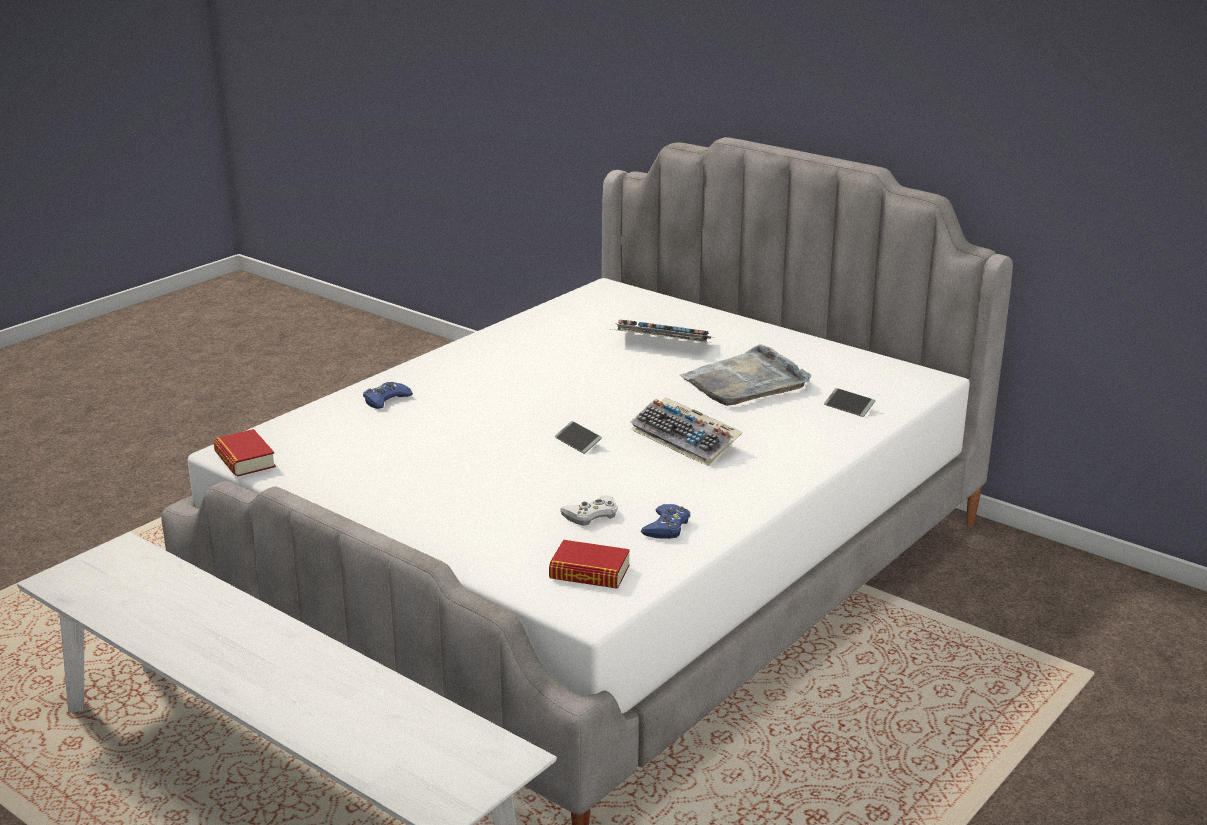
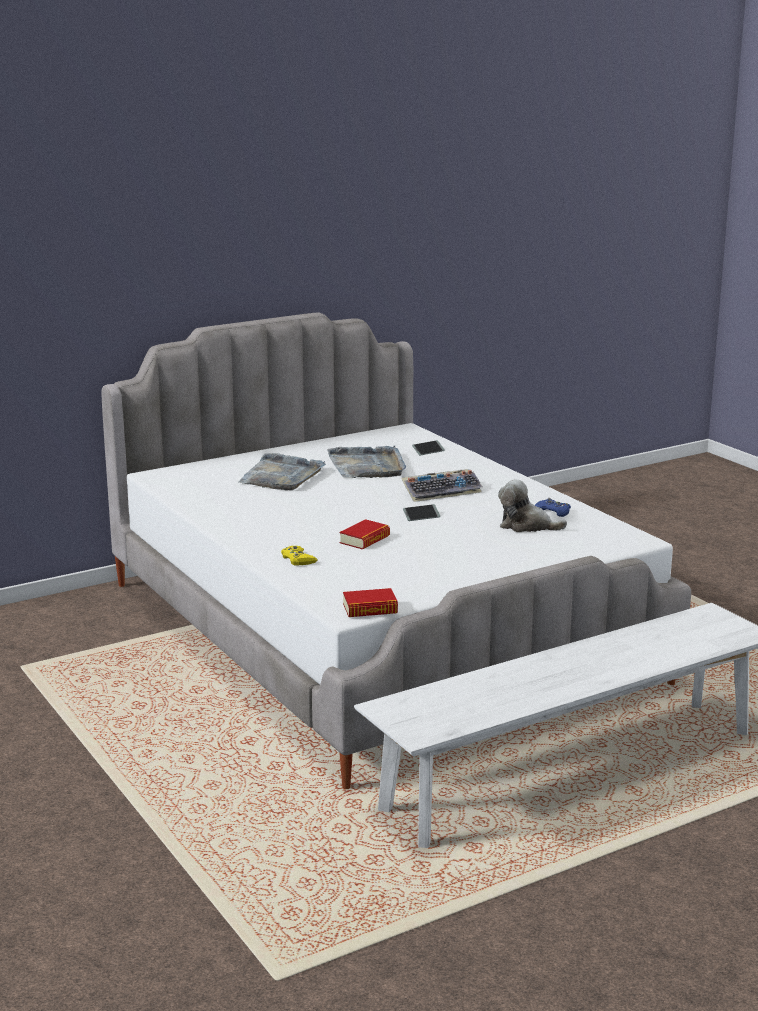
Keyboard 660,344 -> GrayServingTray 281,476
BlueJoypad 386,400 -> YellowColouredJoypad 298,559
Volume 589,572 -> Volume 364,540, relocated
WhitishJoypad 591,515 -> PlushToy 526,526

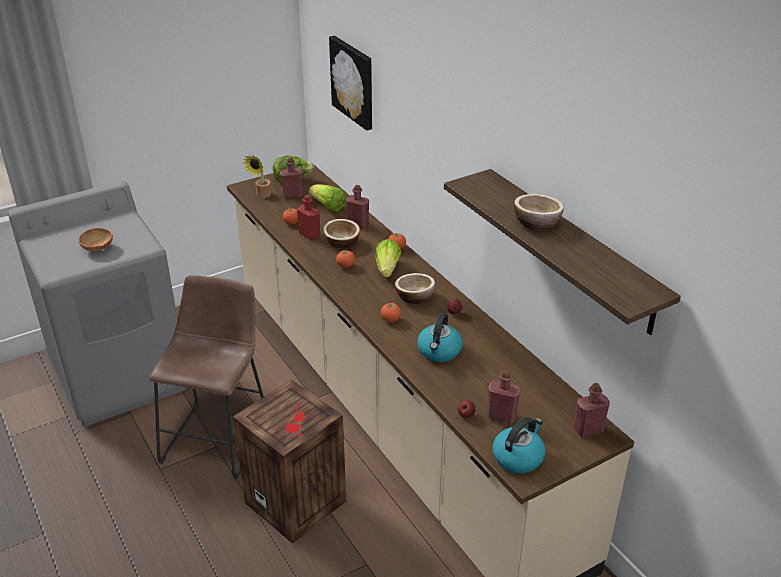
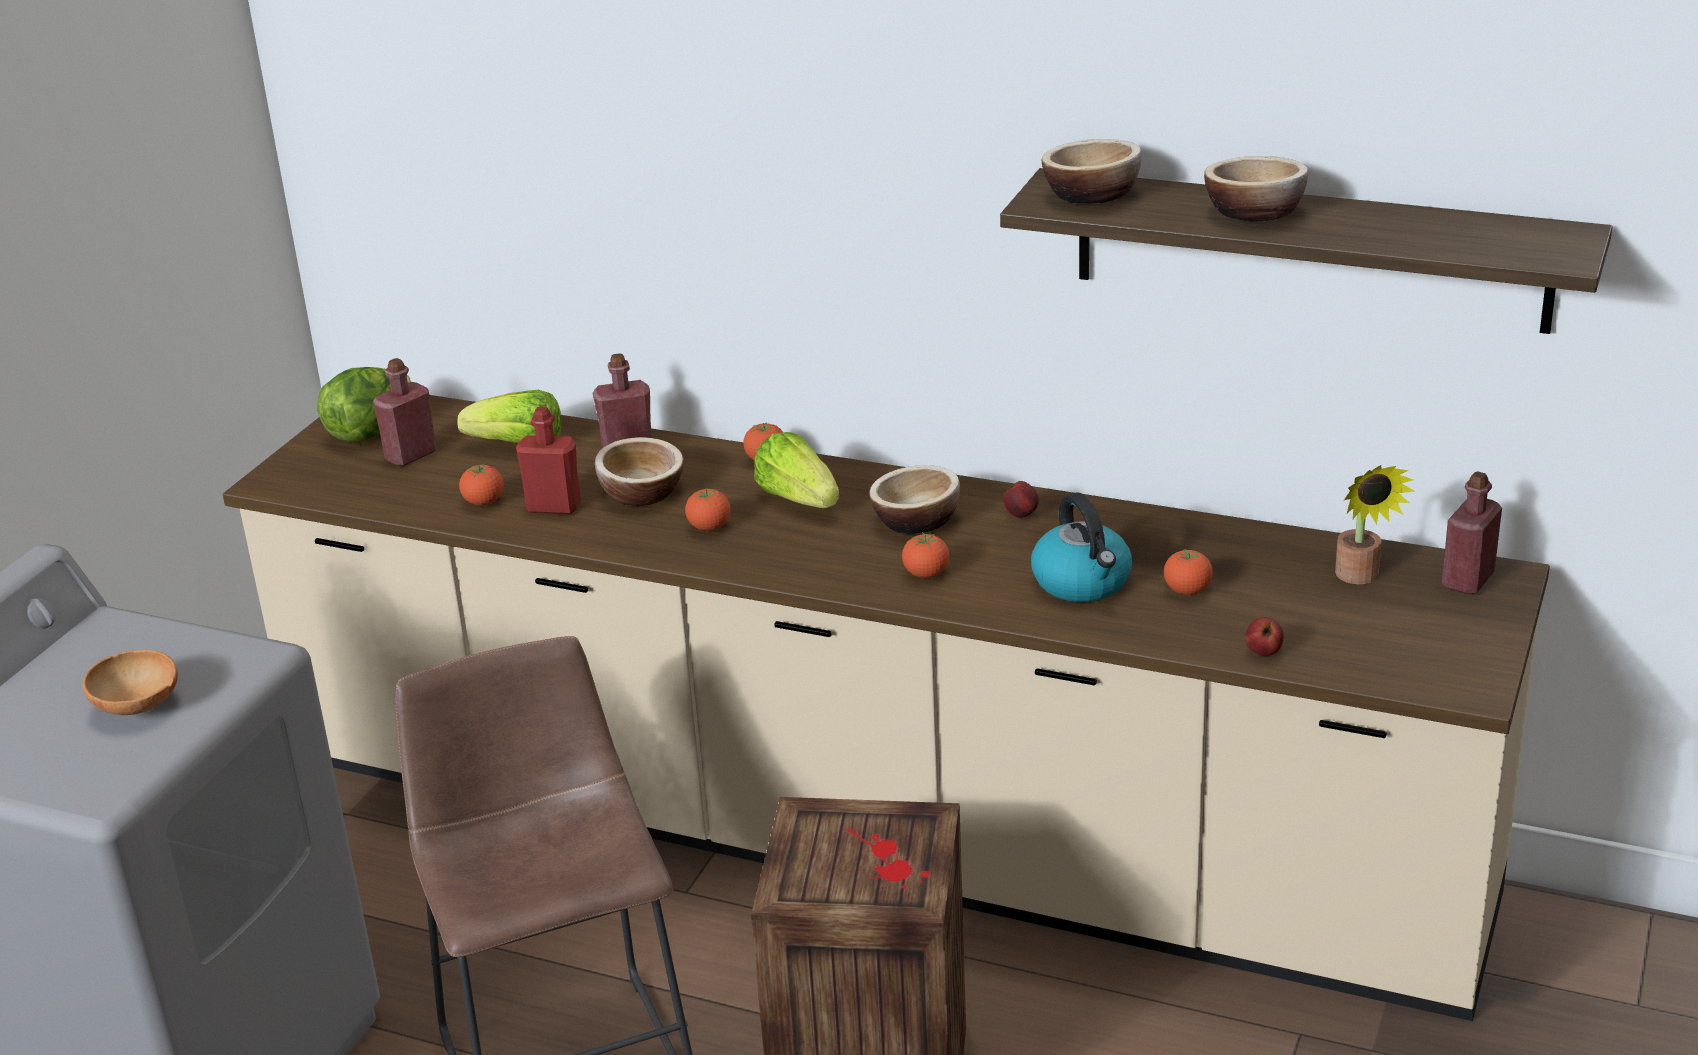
none -> ServingBowl 1092,195
none -> Tomato 1187,591
PottedPlant 262,195 -> PottedPlant 1360,578, relocated
WallArt 354,82 -> none
ReddishBeverageBottle 501,416 -> none
WaterKettle 518,457 -> none

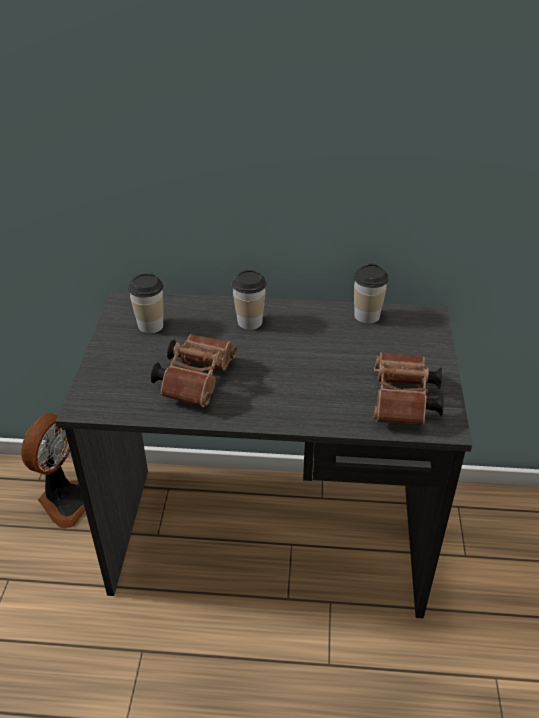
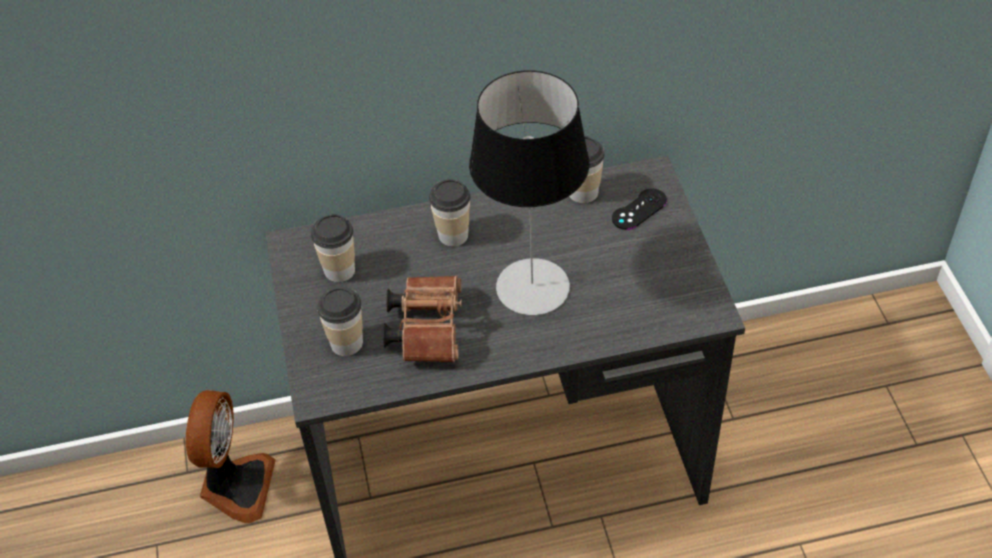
none -> SmallCup 346,343
none -> LampForATable 532,287
none -> BlackJoypad 639,209
BrownishFieldGlasses 403,403 -> none

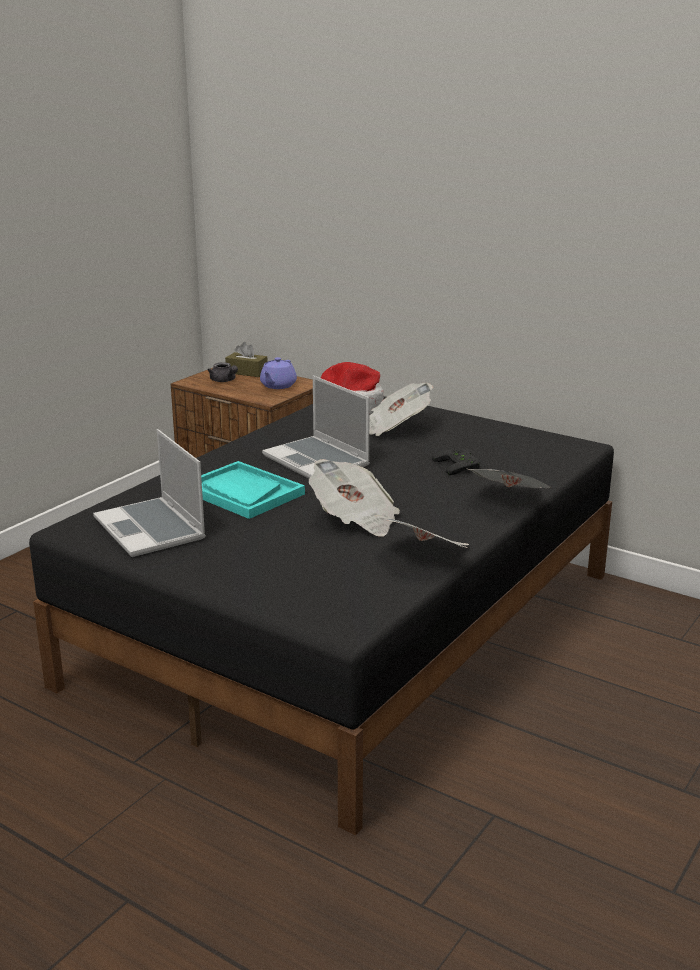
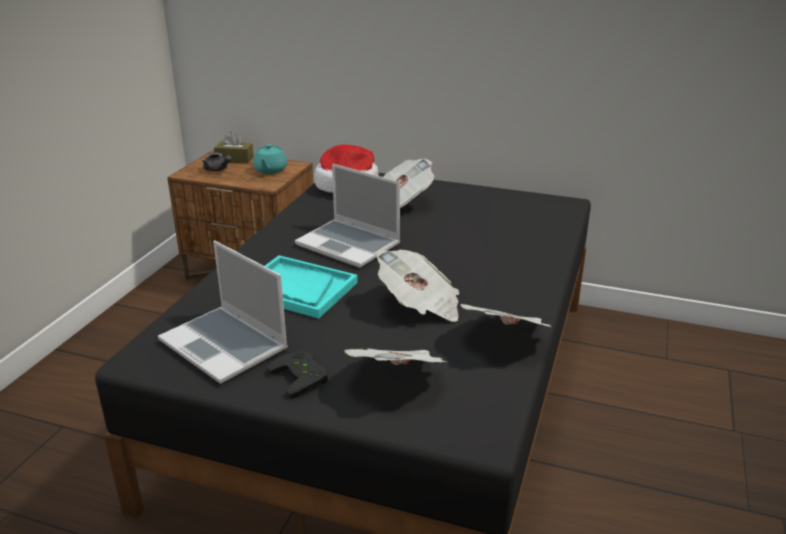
PurpleTeaPot 277,386 -> BlueGreenTeaPot 270,170
BlackJoypad 459,465 -> BlackJoypad 302,376, relocated
DailyPaper 509,501 -> DailyPaper 398,377, relocated

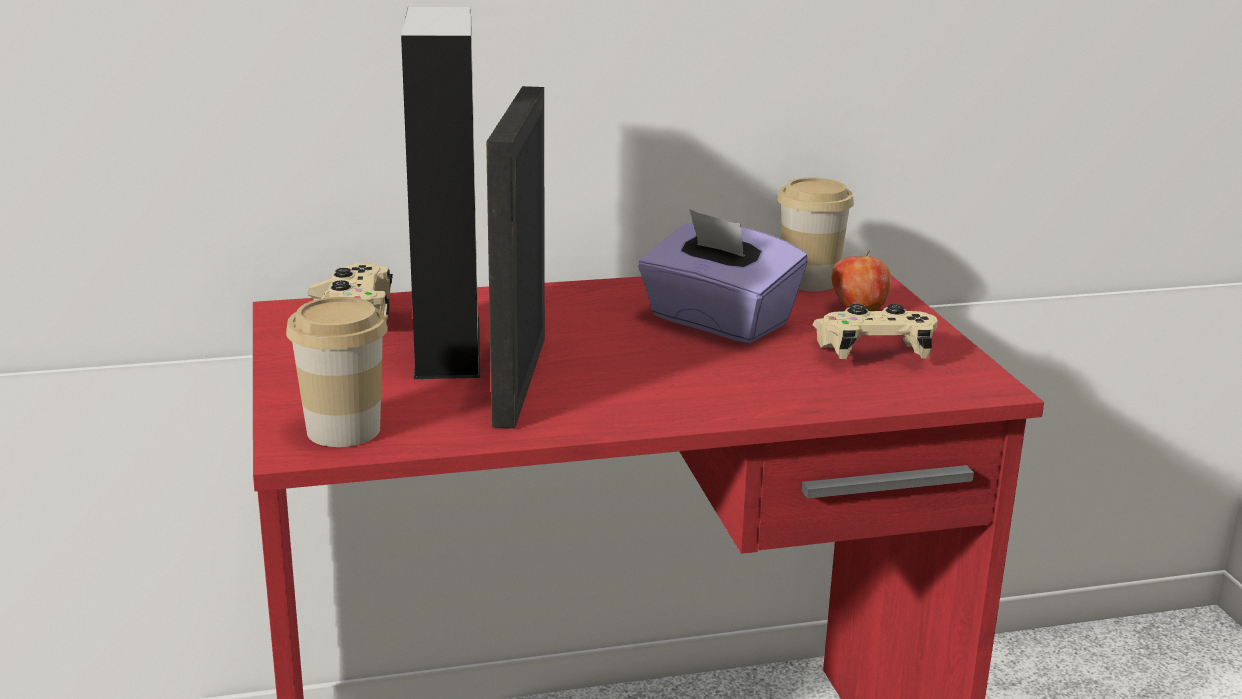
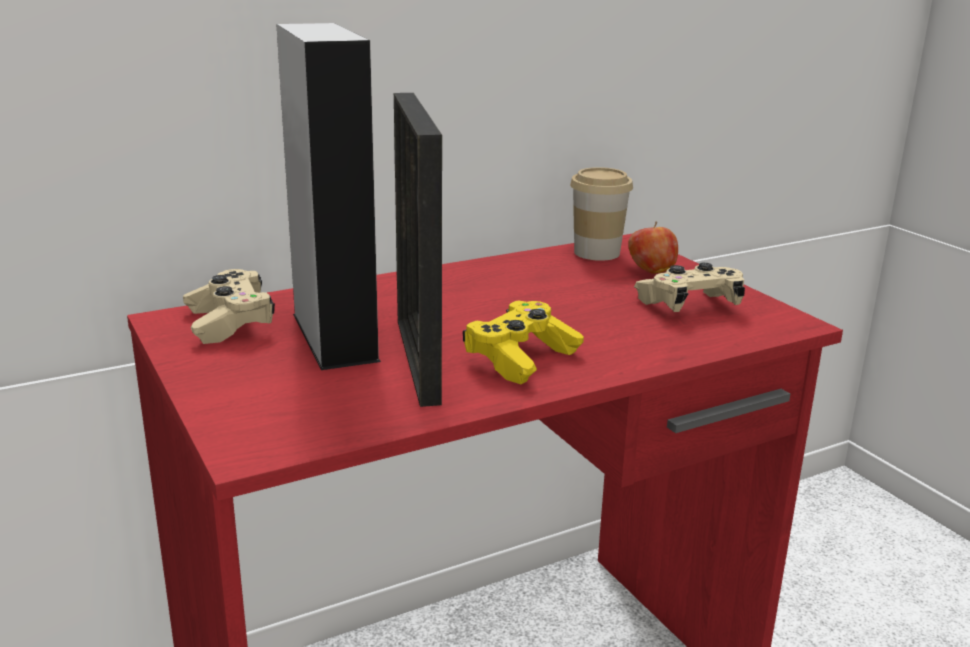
none -> YellowColouredJoypad 521,359
SmallCup 343,430 -> none
PurpleTissueHolder 718,322 -> none

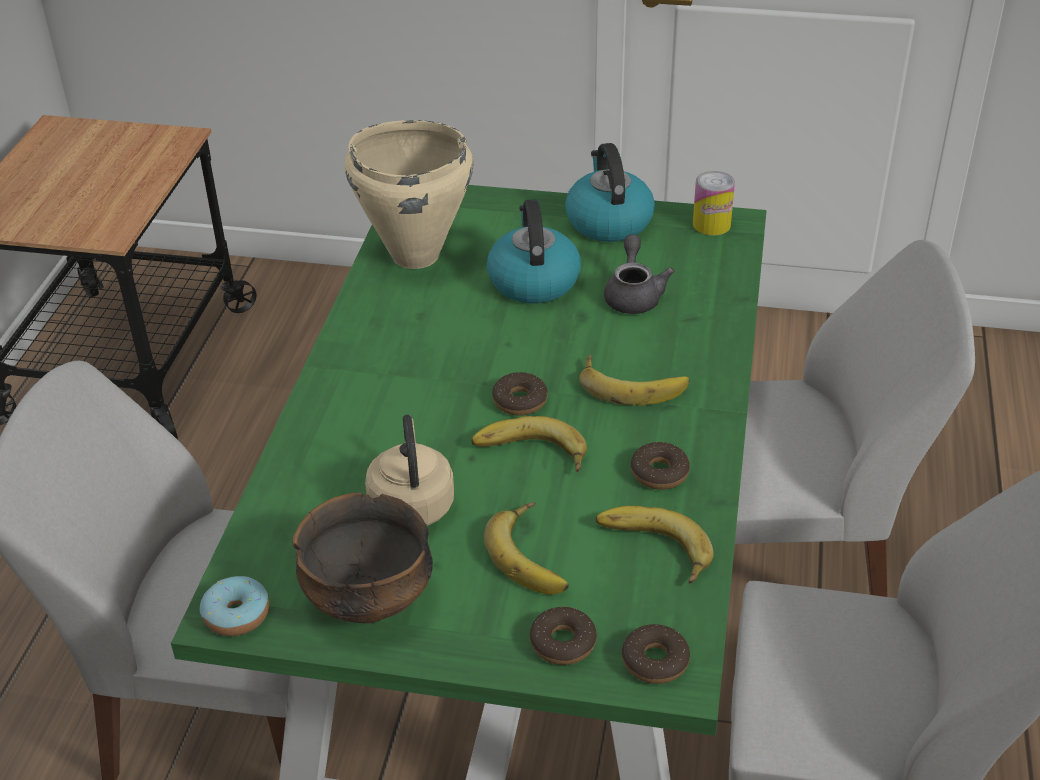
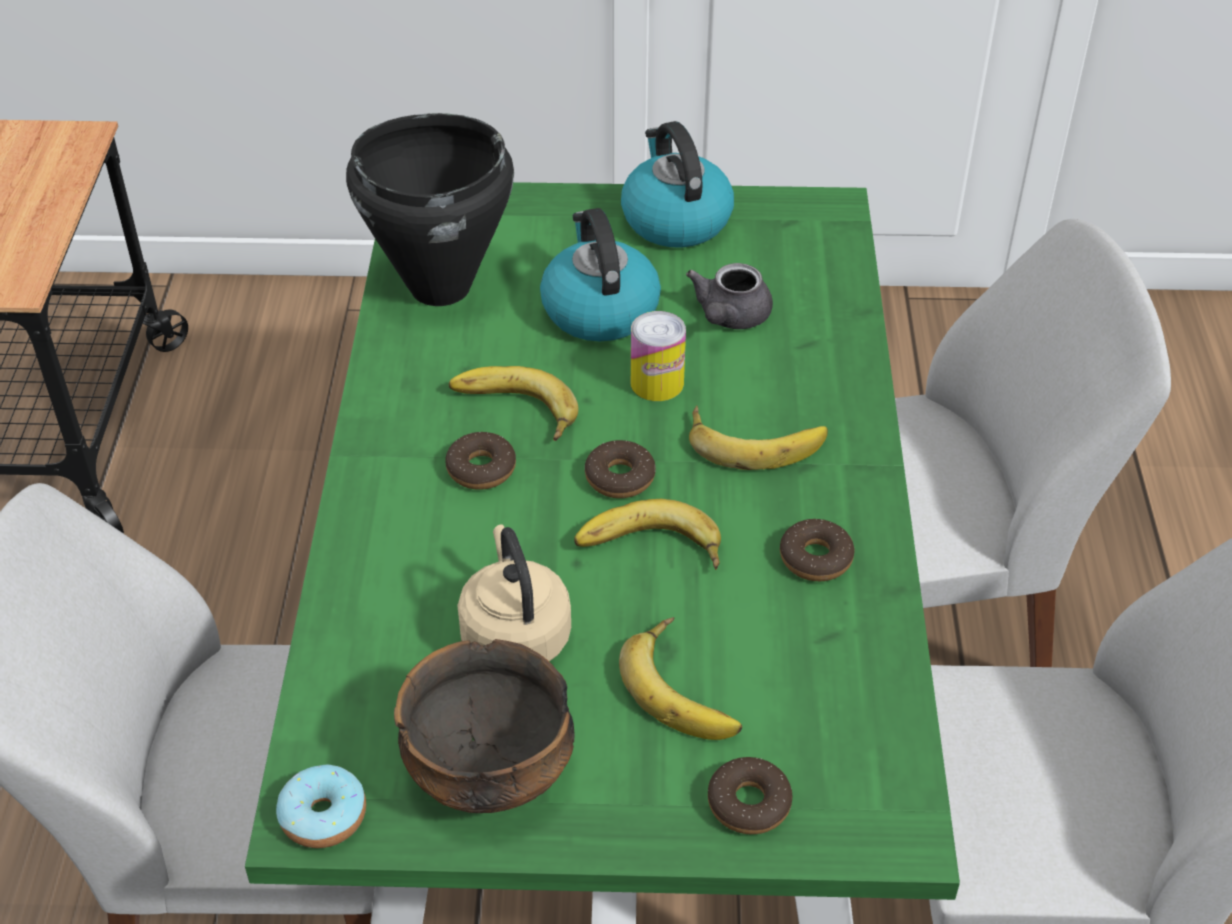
SandColouredStockpot 414,255 -> BlackStockpot 439,286
Doughnut 655,661 -> Doughnut 481,469, relocated
WholeBanana 651,550 -> WholeBanana 512,411, relocated
MetalCan 711,224 -> MetalCan 657,383, relocated
GrayTeaPot 633,295 -> GrayTeaPot 729,318, 150 degrees counterclockwise

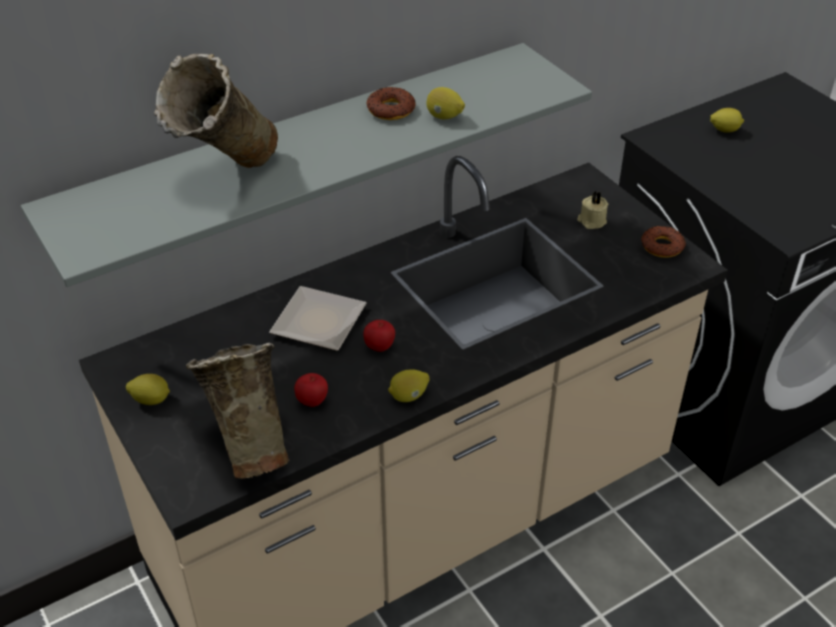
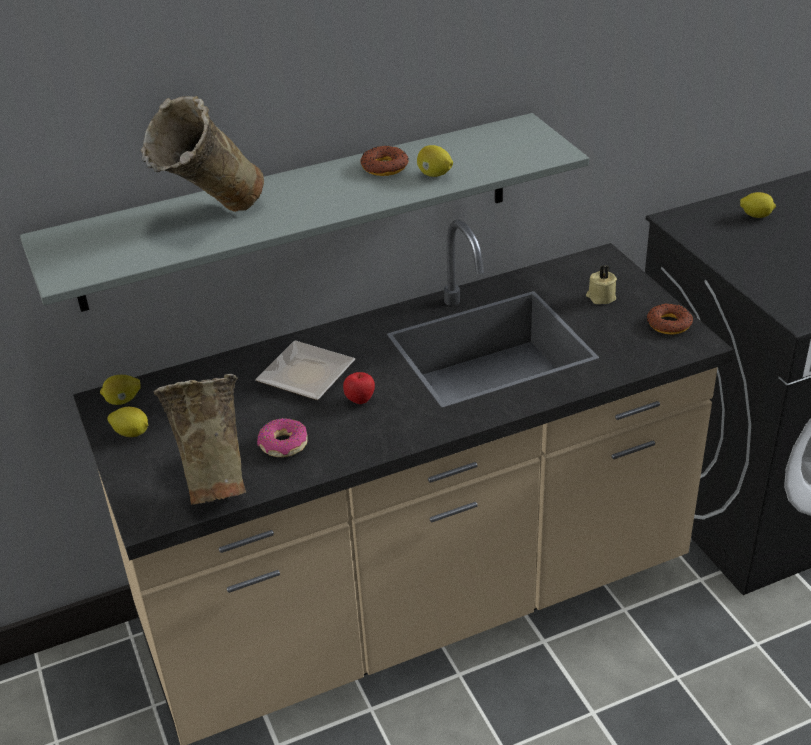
WholeLemon 409,396 -> WholeLemon 123,401, relocated
Apple 312,401 -> Doughnut 283,445

